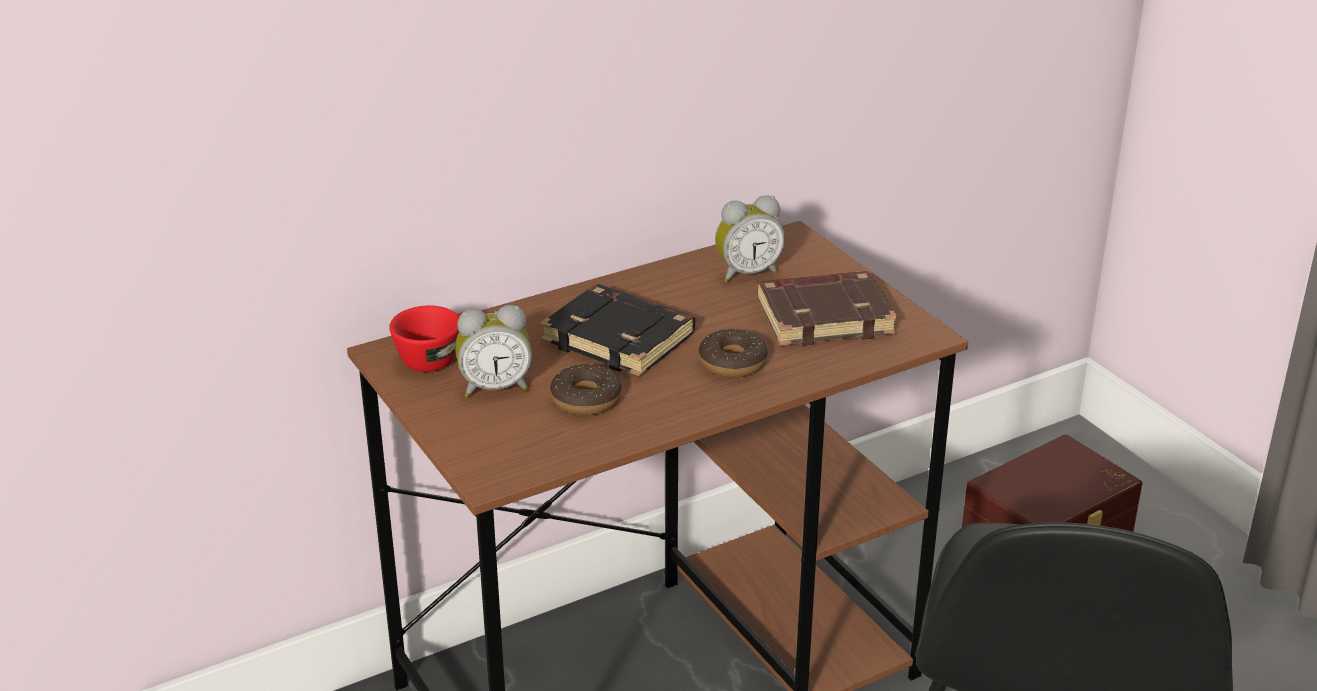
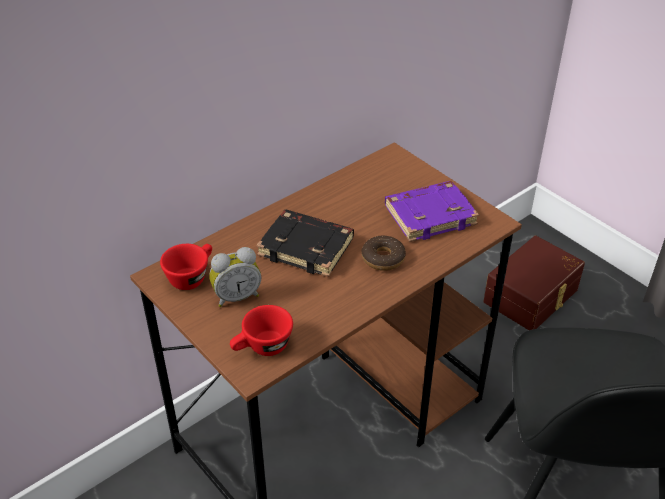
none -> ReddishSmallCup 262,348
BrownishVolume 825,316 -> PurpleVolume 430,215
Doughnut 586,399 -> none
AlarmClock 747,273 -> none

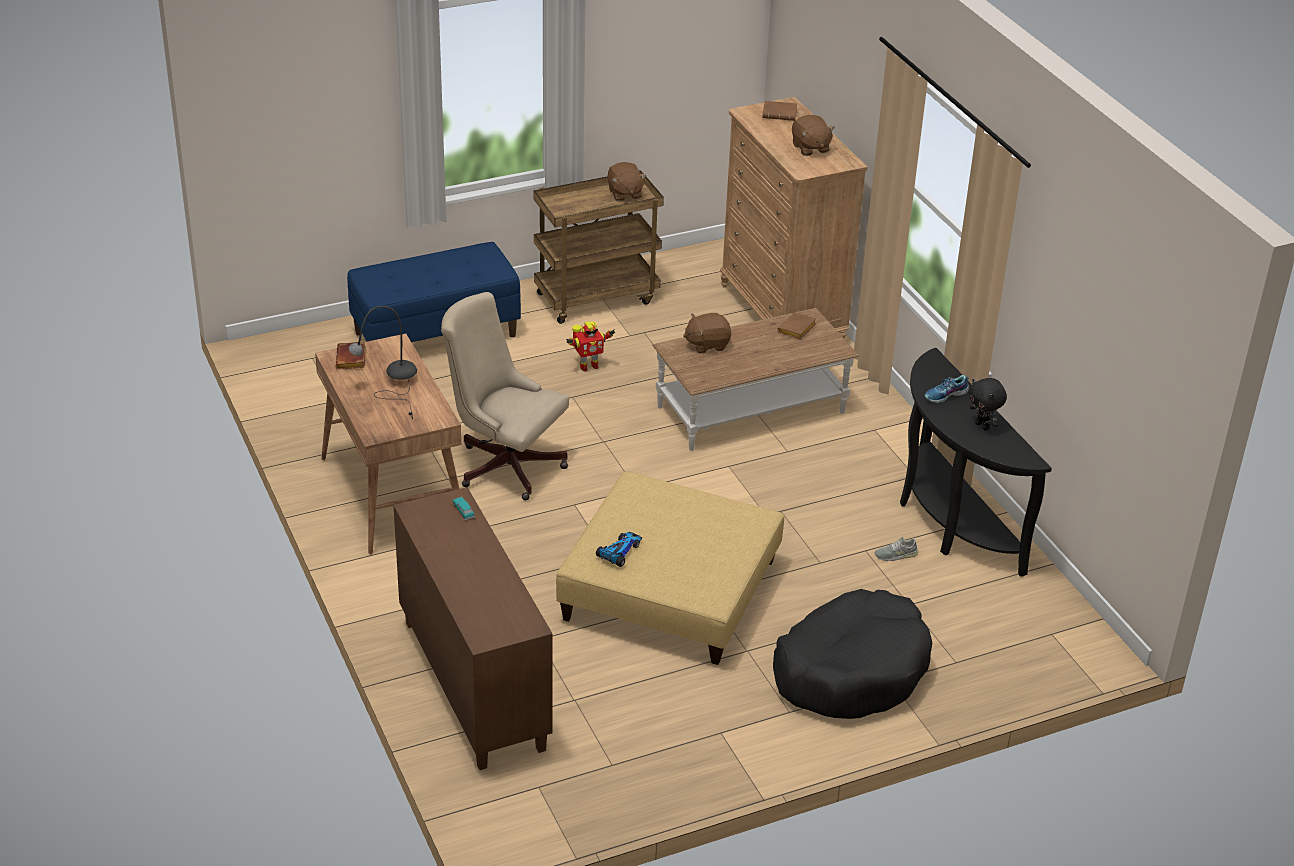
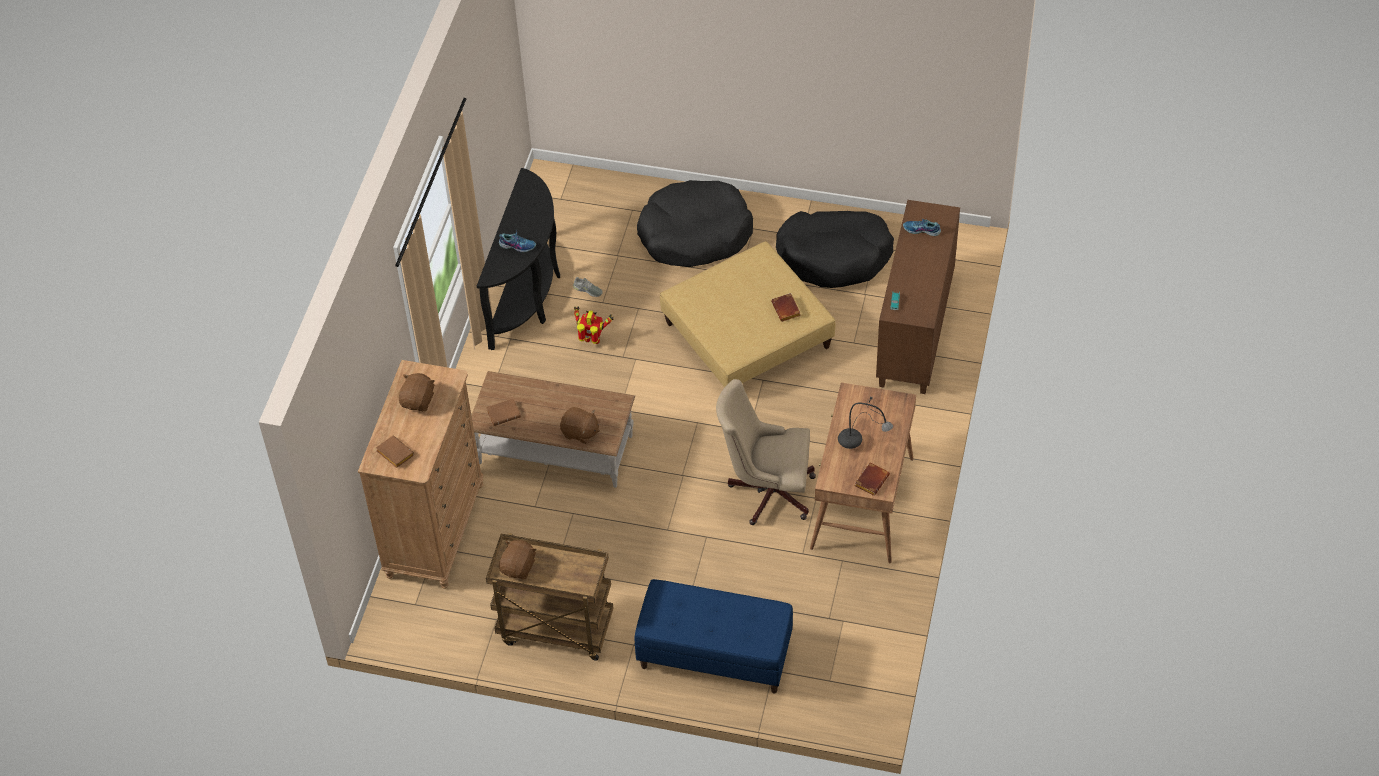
ModelRobot 588,366 -> ModelRobot 592,341, relocated
SandColouredOfficeChair 504,464 -> SandColouredOfficeChair 766,491, 120 degrees clockwise
MiniatureCar 619,551 -> BrownishVolume 787,310
none -> BlackDogCushion 834,256
none -> LowShoe 921,230
BlackPlushToy 983,426 -> none

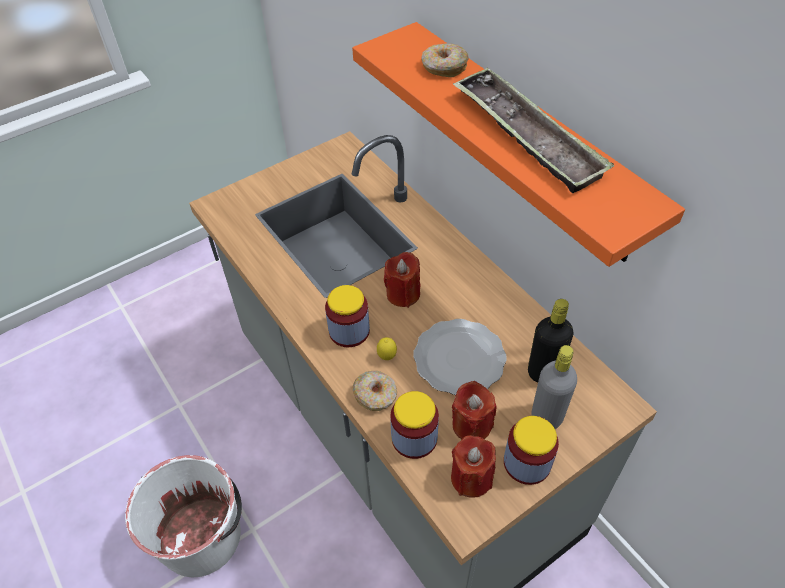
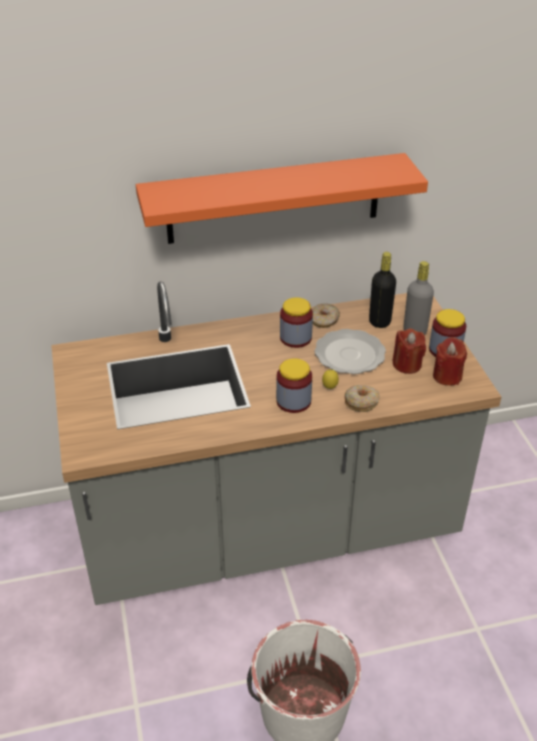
StorageJar 414,438 -> StorageJar 295,338, relocated
Doughnut 444,67 -> Doughnut 324,320, relocated
ReddishCandle 403,294 -> none
ServingTray 526,136 -> none

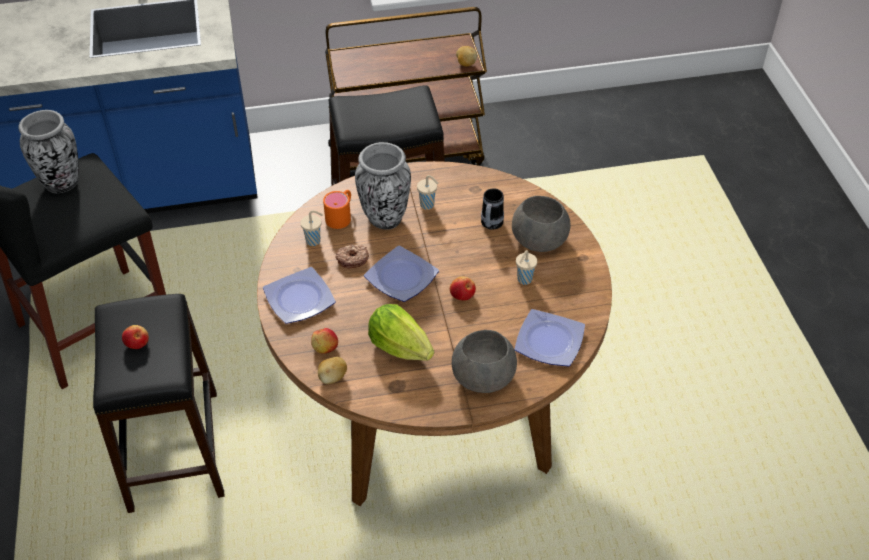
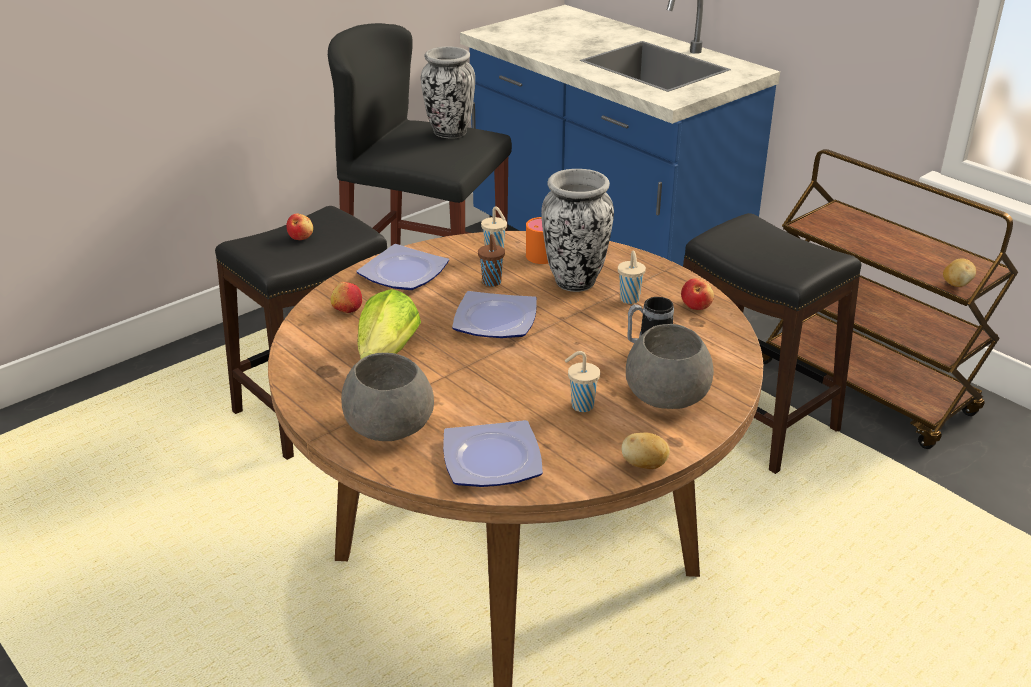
Doughnut 352,259 -> BrownishSmallCup 492,283
Potato 332,378 -> Potato 644,465, relocated
Apple 462,295 -> Apple 696,305, relocated

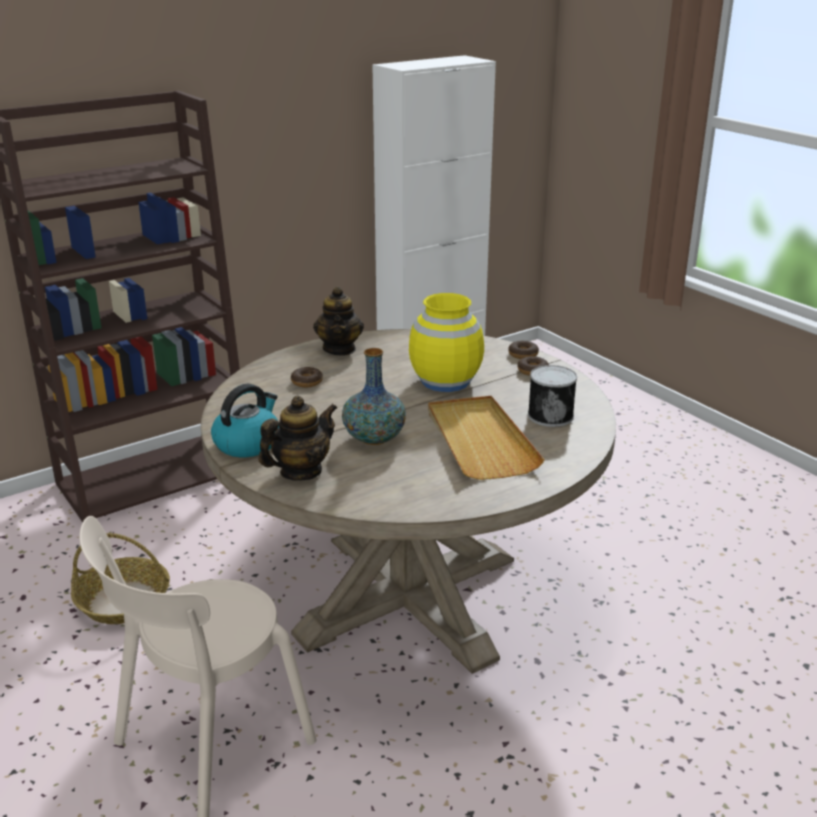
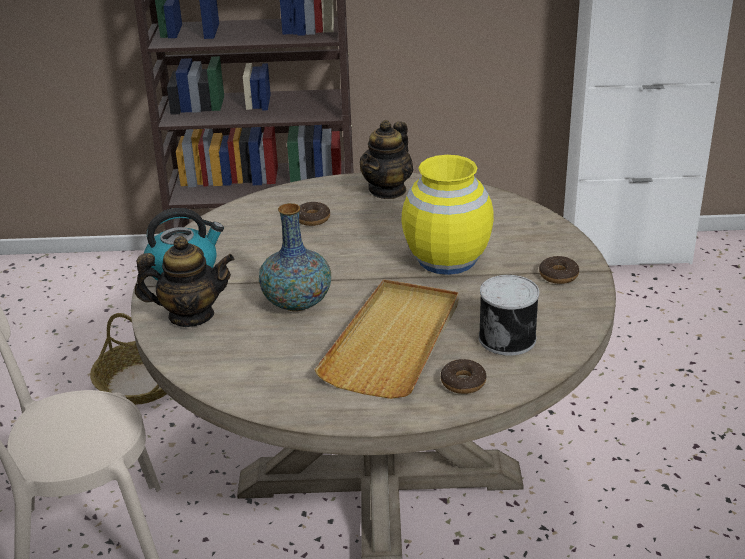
Doughnut 523,354 -> Doughnut 463,382, relocated

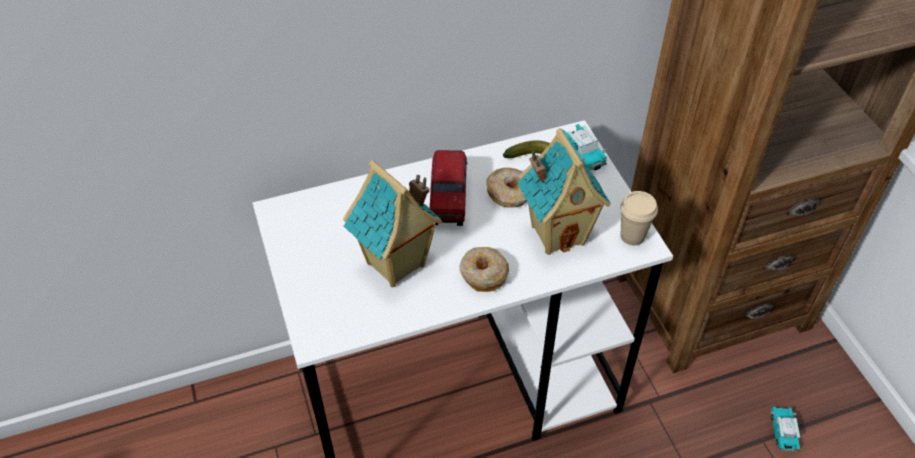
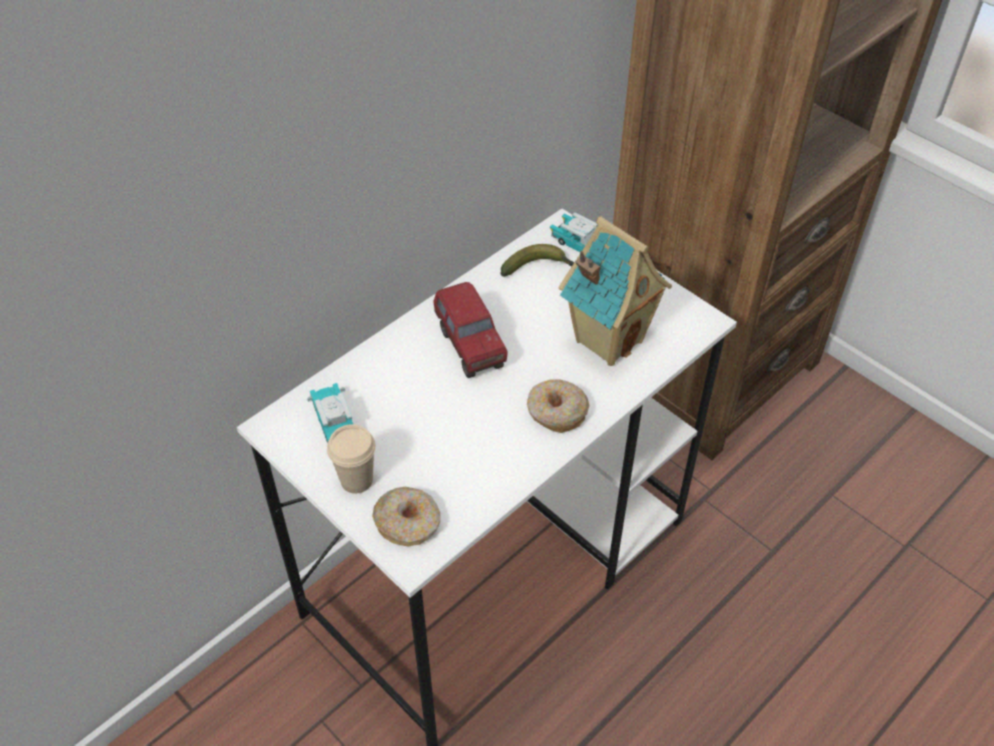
MiniatureCar 783,432 -> MiniatureCar 334,422, relocated
SandColouredSmallCup 632,236 -> SandColouredSmallCup 356,480, relocated
Doughnut 509,193 -> Doughnut 408,523, relocated
ToyHouse 396,266 -> none

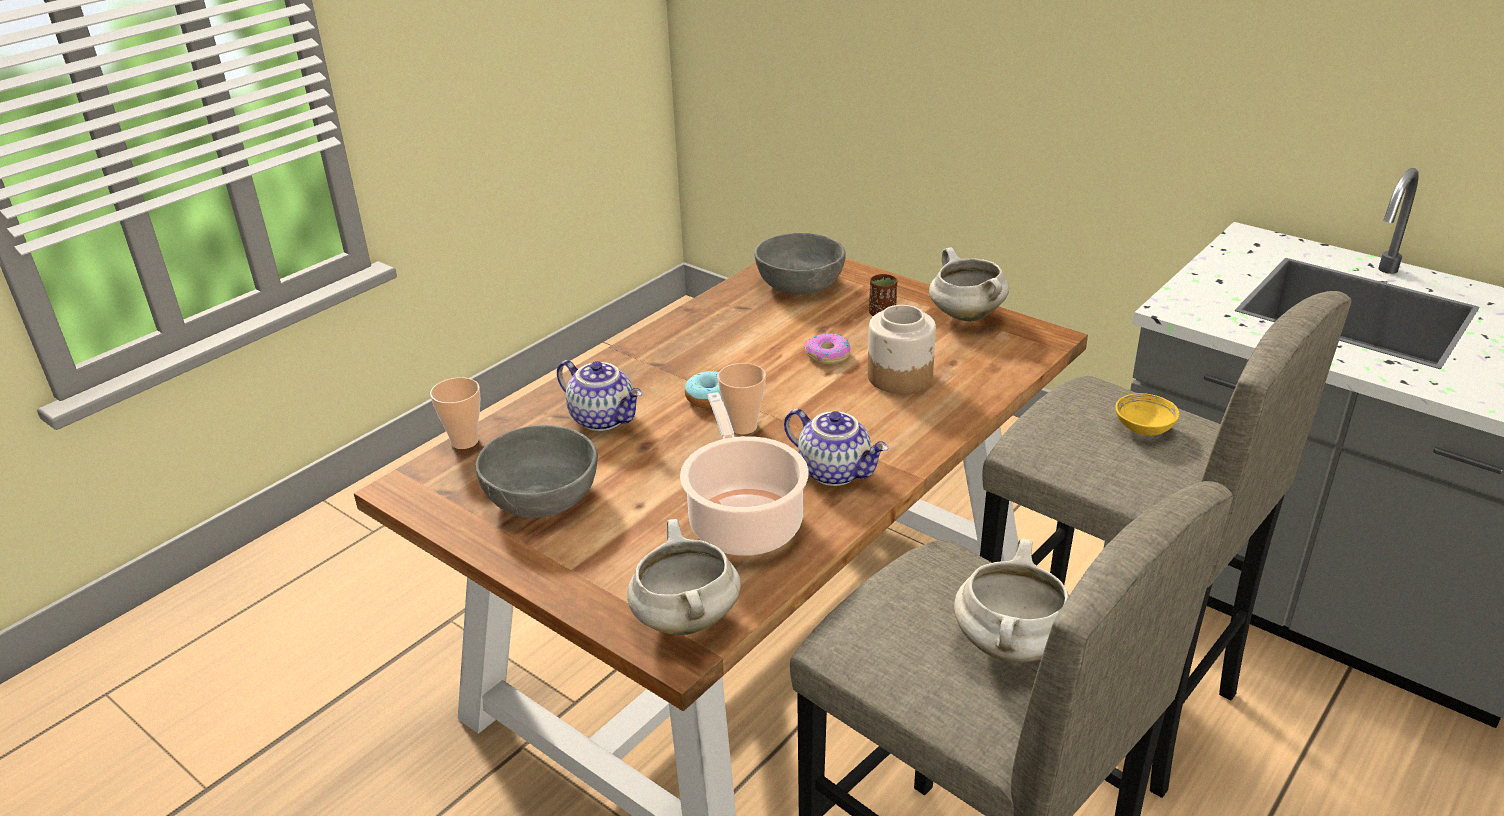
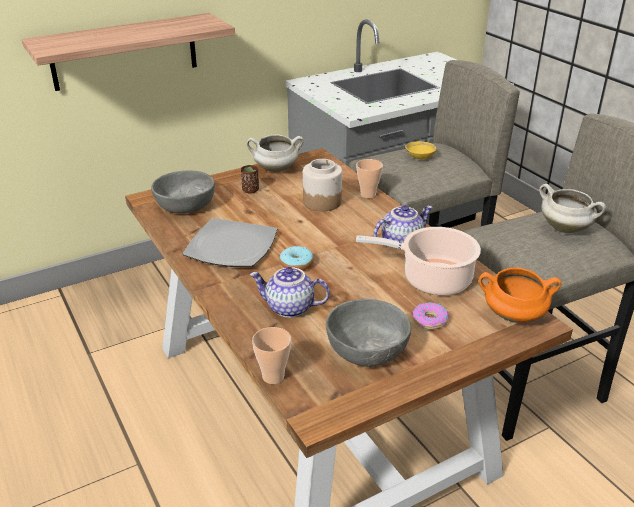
none -> Shelf 124,52
none -> FlatDish 232,246
TeaPot 604,418 -> TeaPot 289,308, 135 degrees counterclockwise
SmallCup 743,427 -> SmallCup 368,195, relocated
Doughnut 827,355 -> Doughnut 430,320, relocated
WhitishStockpot 684,619 -> OrangeStockpot 512,316

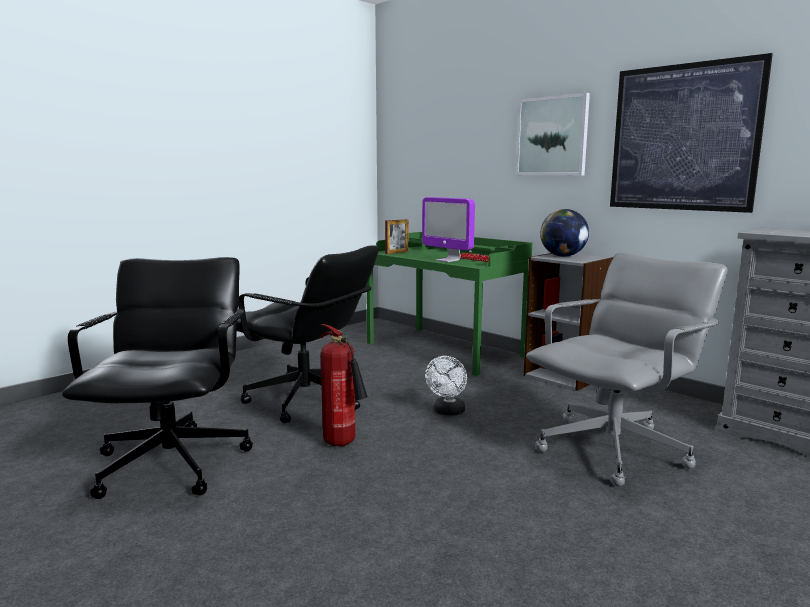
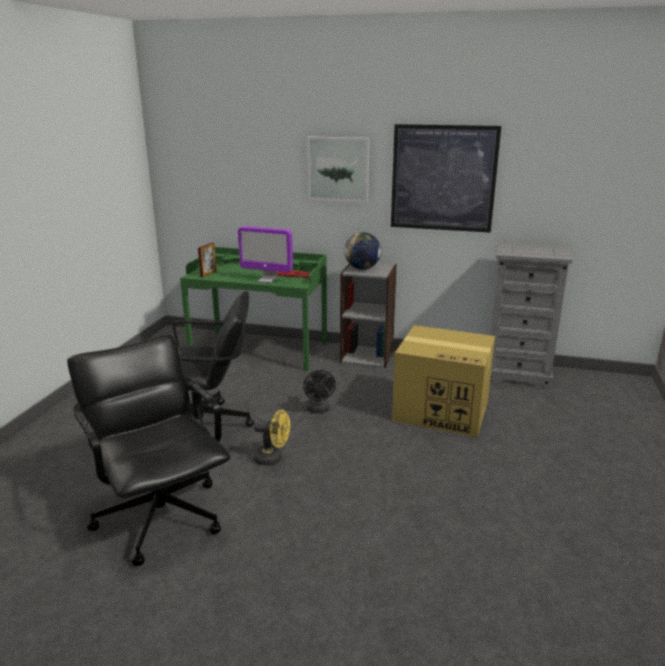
FireExtinguisher 343,444 -> YellowColouredFan 273,458
WhitishFan 448,412 -> BlackFan 318,410
GrayOfficeChair 614,450 -> Carton 442,410

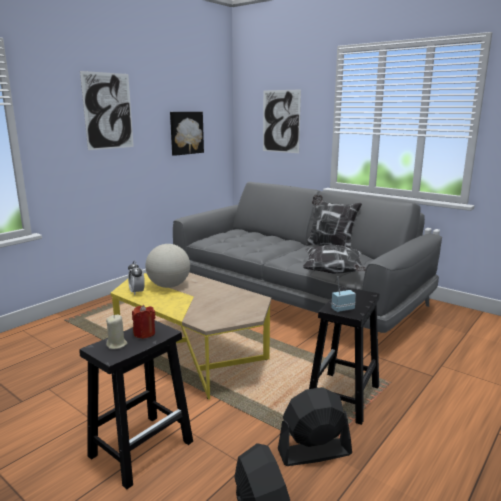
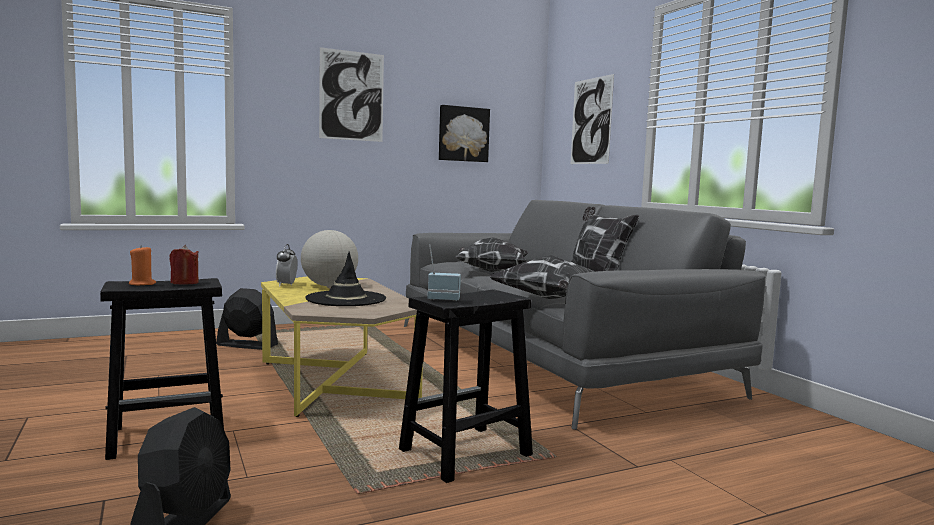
SandColouredCandle 117,345 -> OrangeCandle 142,284
BlackFan 314,452 -> BlackFan 247,345, relocated
none -> BlackHat 346,299
none -> Cushion 490,271

